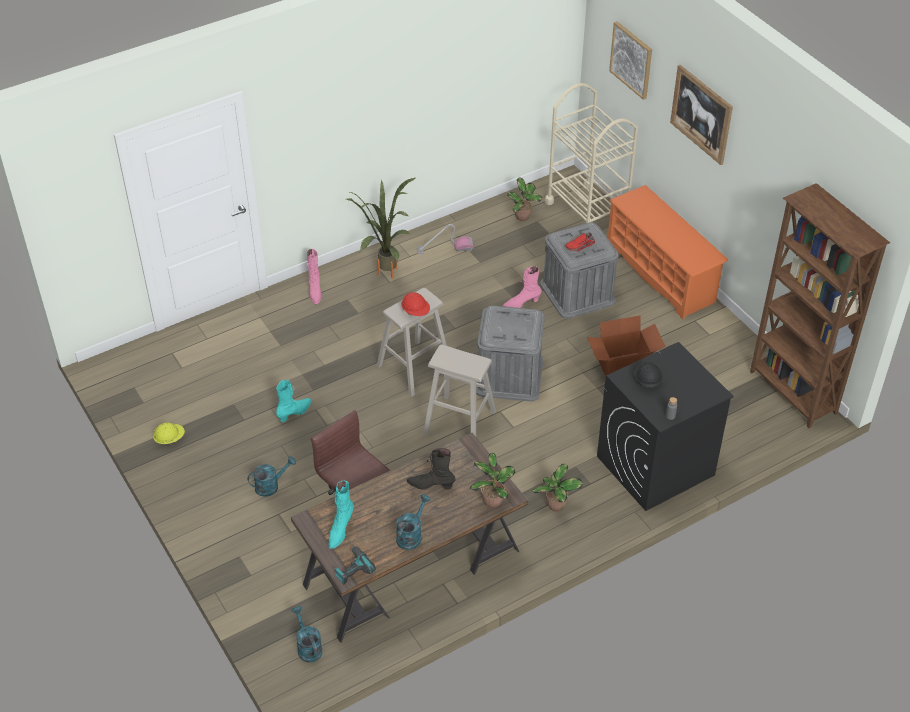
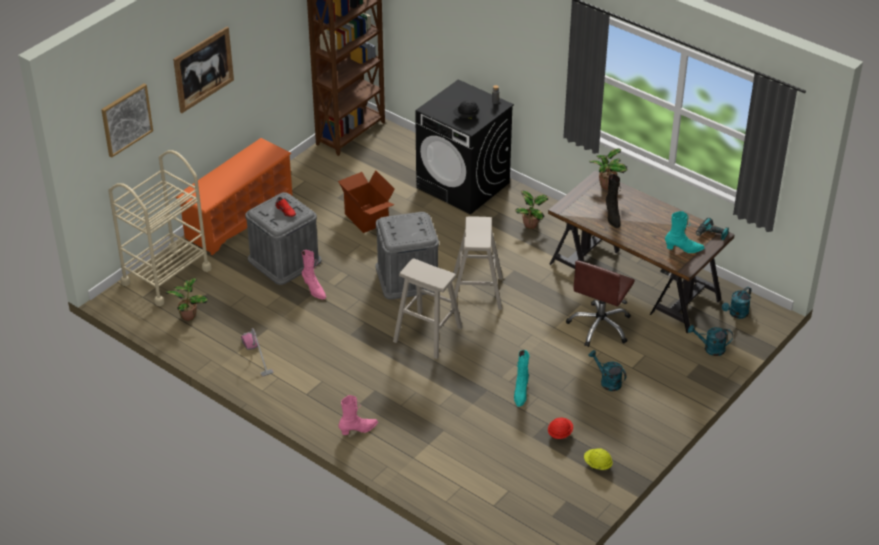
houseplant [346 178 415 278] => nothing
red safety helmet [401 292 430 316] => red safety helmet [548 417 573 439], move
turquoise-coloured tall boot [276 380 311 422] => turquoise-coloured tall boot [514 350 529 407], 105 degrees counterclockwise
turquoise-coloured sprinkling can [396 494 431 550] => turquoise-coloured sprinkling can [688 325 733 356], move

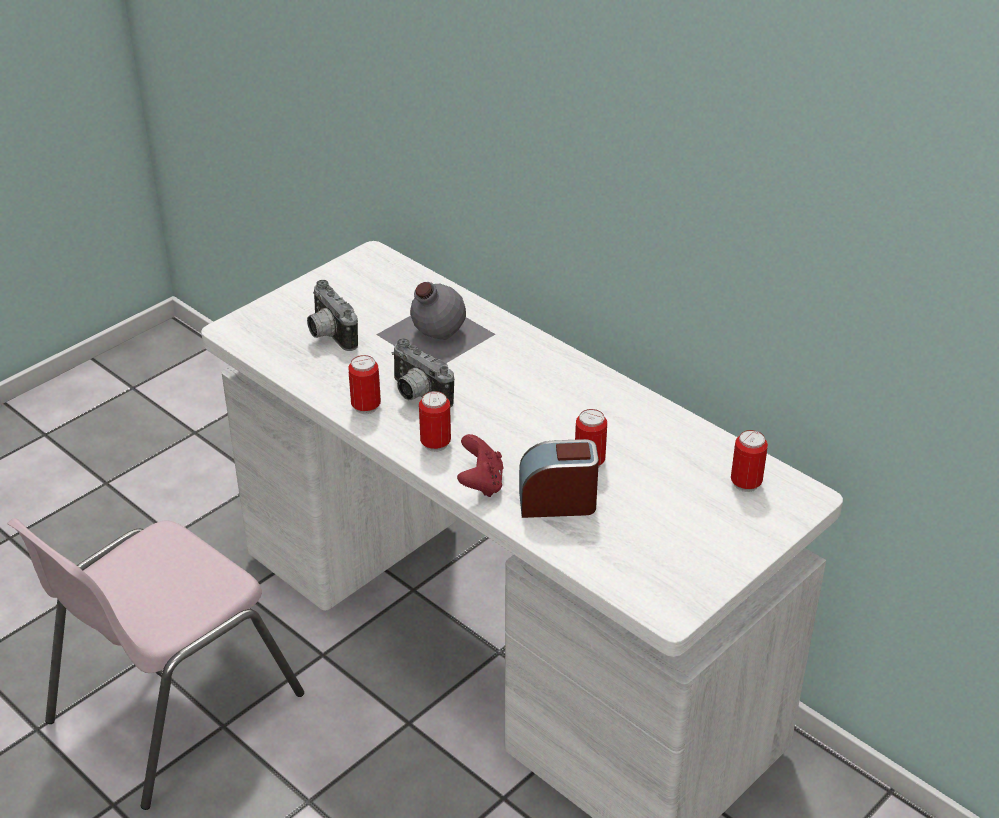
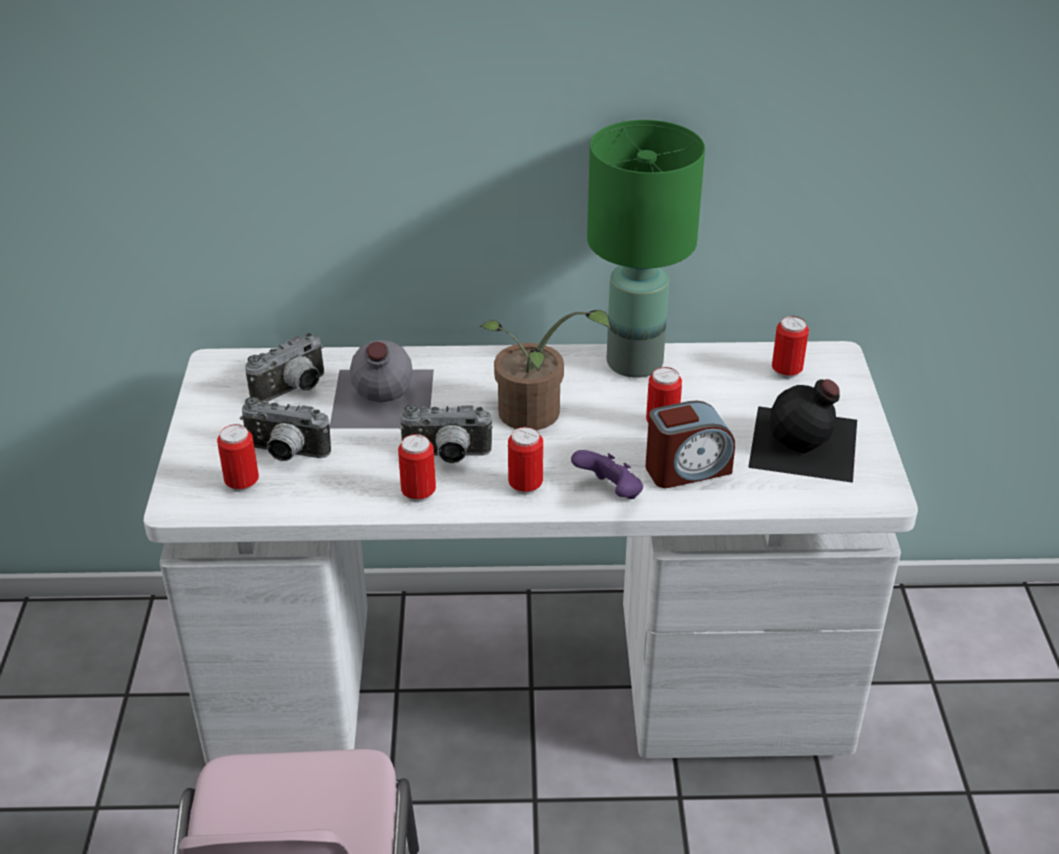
red joypad [457 434 503 497] => purplish joypad [571 450 643 499]
bedside clock [519 439 599 518] => bedside clock [646 400 735 488], 150 degrees counterclockwise
nothing => green-coloured lamp for a table [587 120 705 378]
nothing => houseplant [480 310 611 430]
nothing => photo camera [245 333 324 402]
nothing => black bottle [748 379 857 483]
nothing => metal can [217 424 259 492]

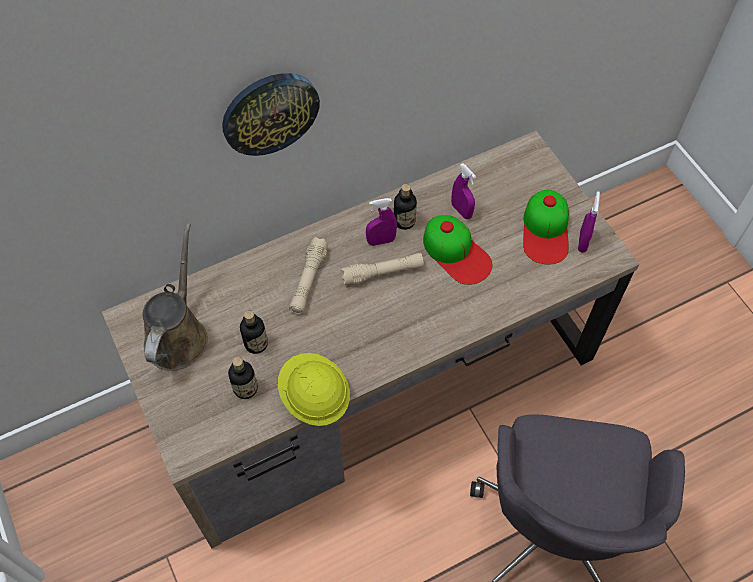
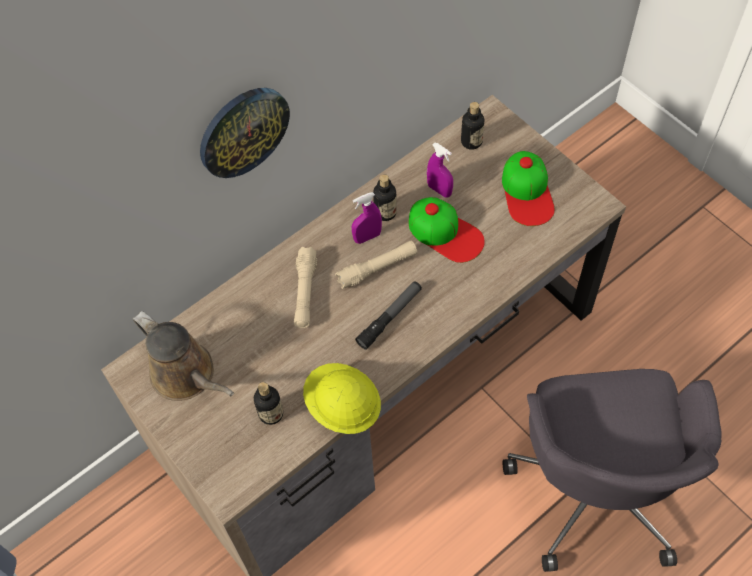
purplish hand sprayer [578 191 600 253] => nothing
brown-coloured sprinkling can [142 223 208 371] => brown-coloured sprinkling can [133 311 234 401], 135 degrees clockwise
bottle [240 310 268 354] => bottle [461 102 484 150], move
nothing => hand torch [355 281 422 350]

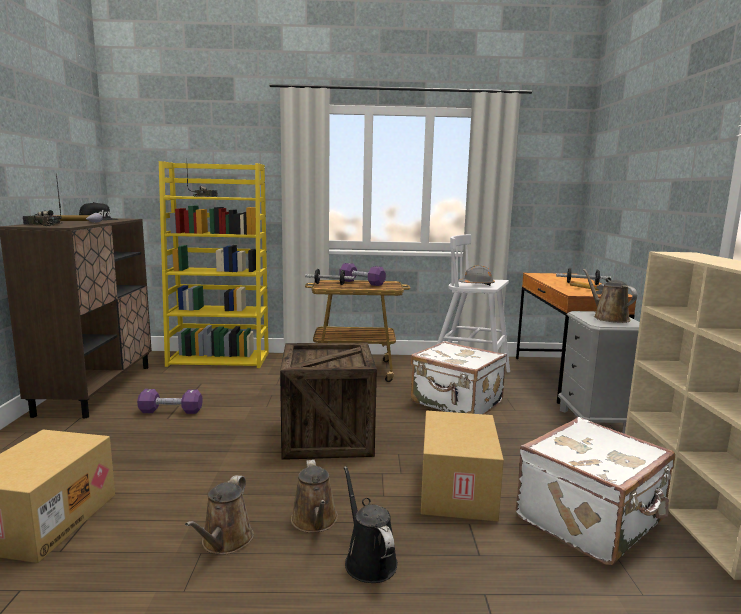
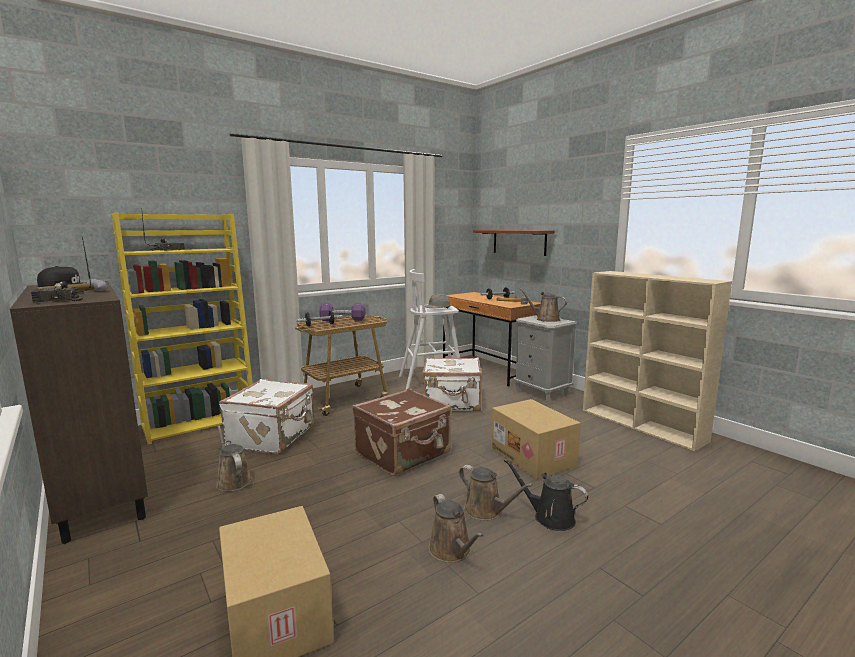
shipping crate [280 343 377 460] => brown-coloured piece of luggage [352 388 451 476]
purplish hand weight [137 389 203 414] => brown-coloured sprinkling can [216 425 252 492]
white-coloured piece of luggage [516 417 675 565] => white-coloured piece of luggage [219 379 314 454], move
nothing => brown-coloured bracket shelf [473 230 555 256]

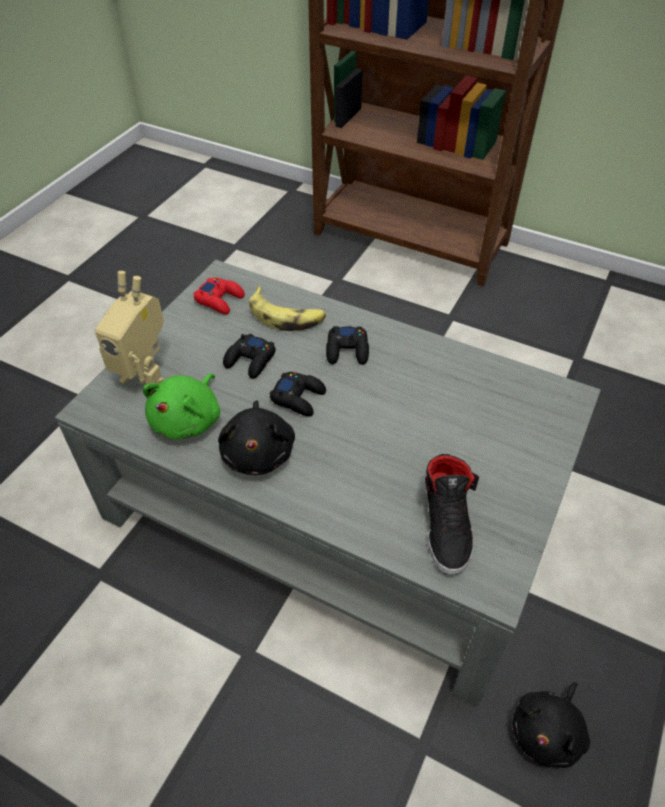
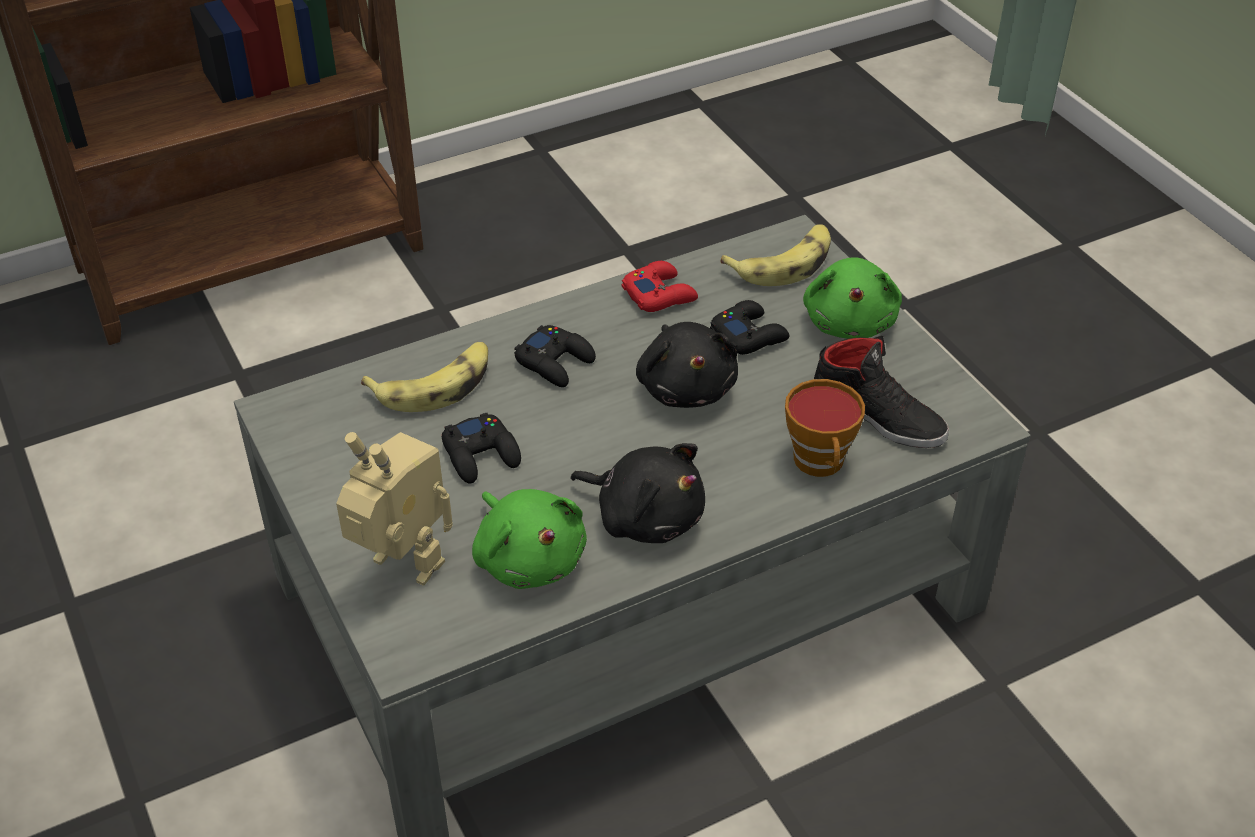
robot figure [95 271 164 385] => robot figure [336 432 453 585], 120 degrees counterclockwise
red joypad [193 277 245 314] => red joypad [622 261 698 312], move
black joypad [270 372 326 417] => black joypad [710 300 790 355], move
black soft toy [512 682 590 768] => black soft toy [636 322 738 408], move
nothing => banana [720 224 831 286]
nothing => green-coloured soft toy [803 257 902 339]
nothing => drinking cup [785 379 865 477]

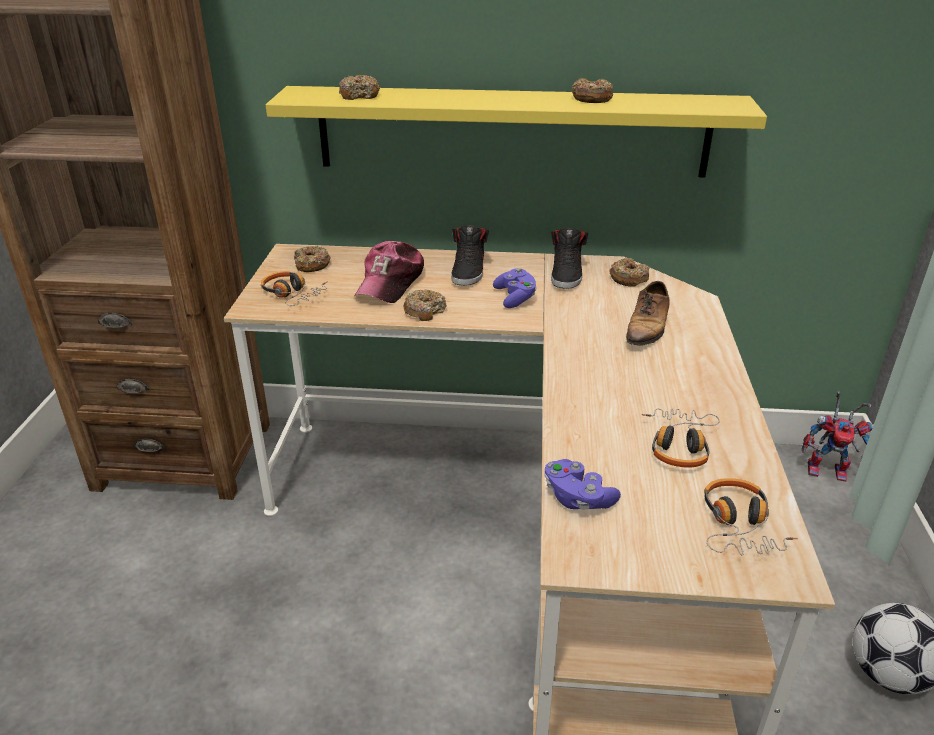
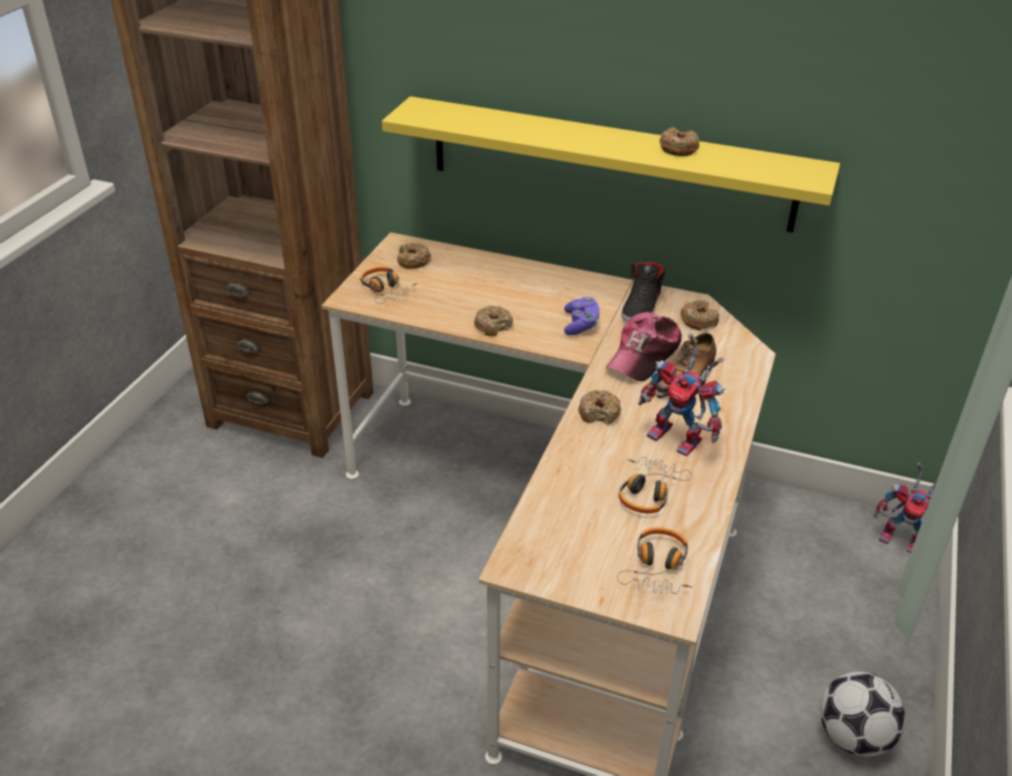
donut [339 75 380 100] => donut [578 390 621 424], move
black item of footwear [451 225 489 286] => nothing
cap [354 241 424 303] => cap [606 312 682 382], move
purplish joypad [544 459 621 510] => nothing
nothing => robot figure [638 333 726 456]

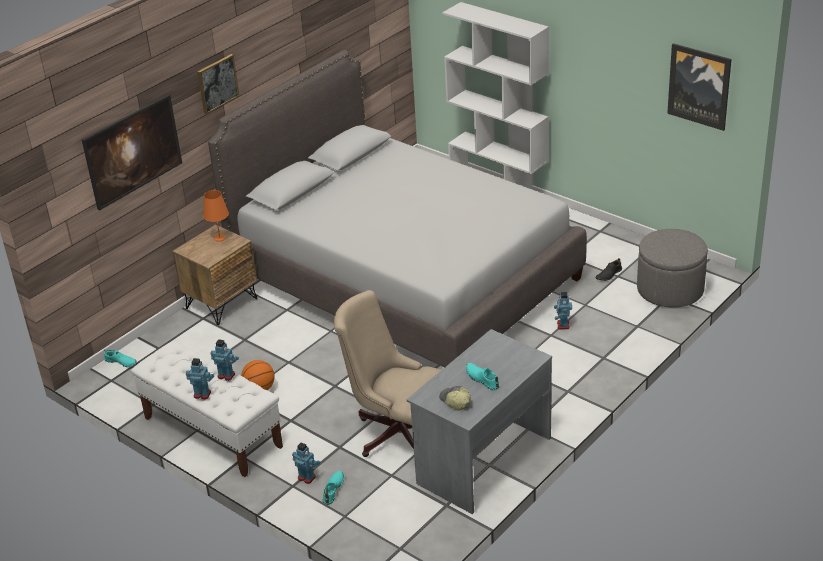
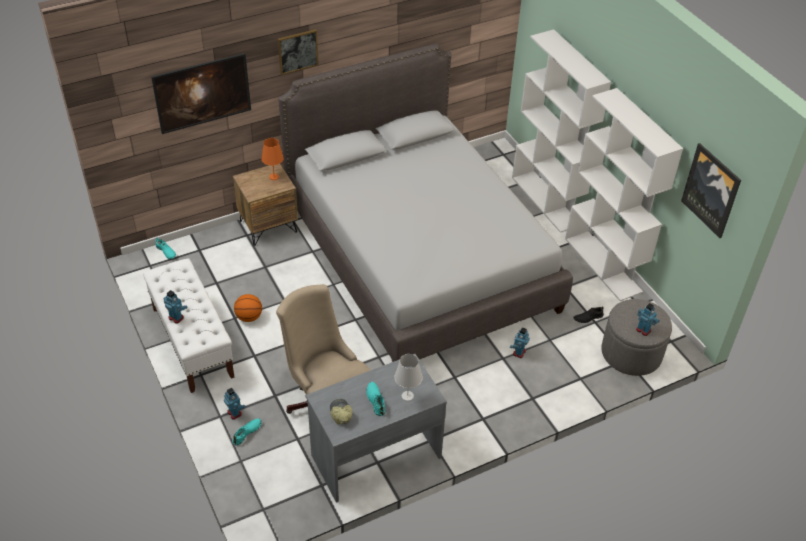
robot figure [210 339 239 381] => robot figure [636 303 660 336], move
nothing => white-coloured bookcase [565 88 683 301]
nothing => white-coloured lamp for a table [394 354 423 401]

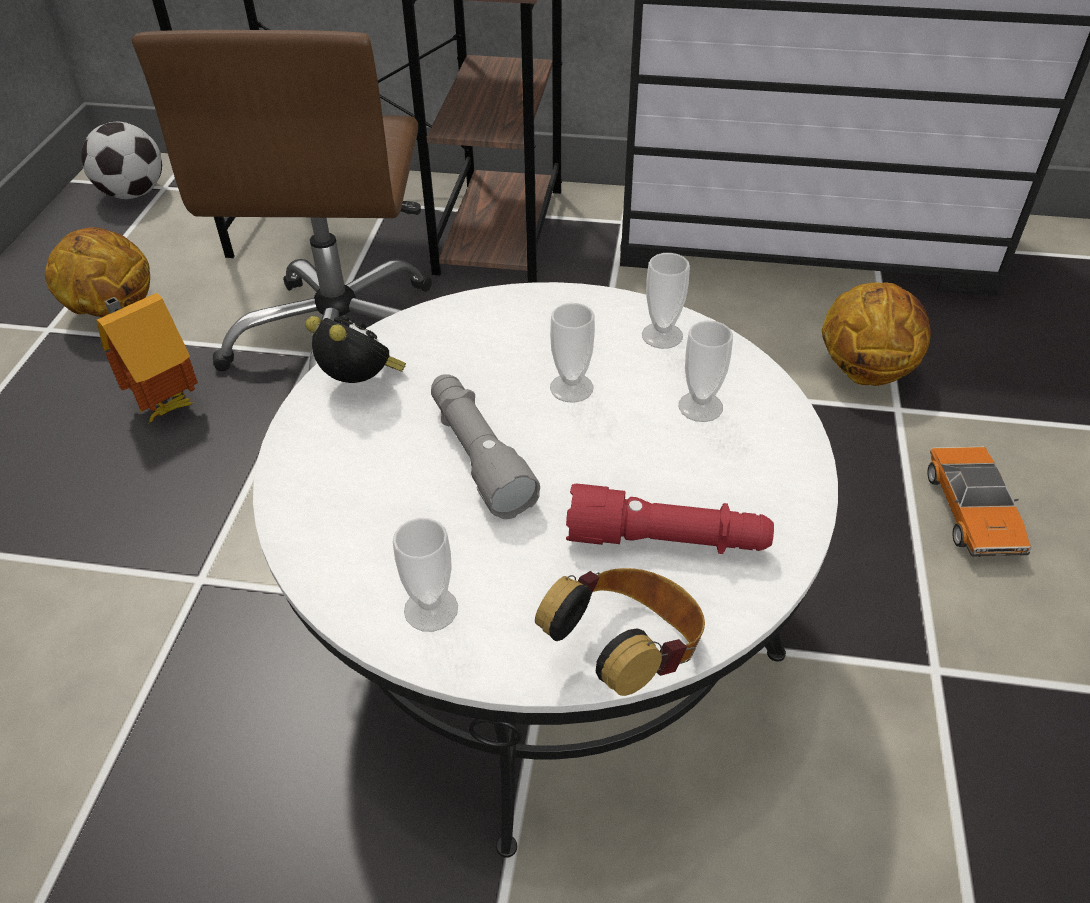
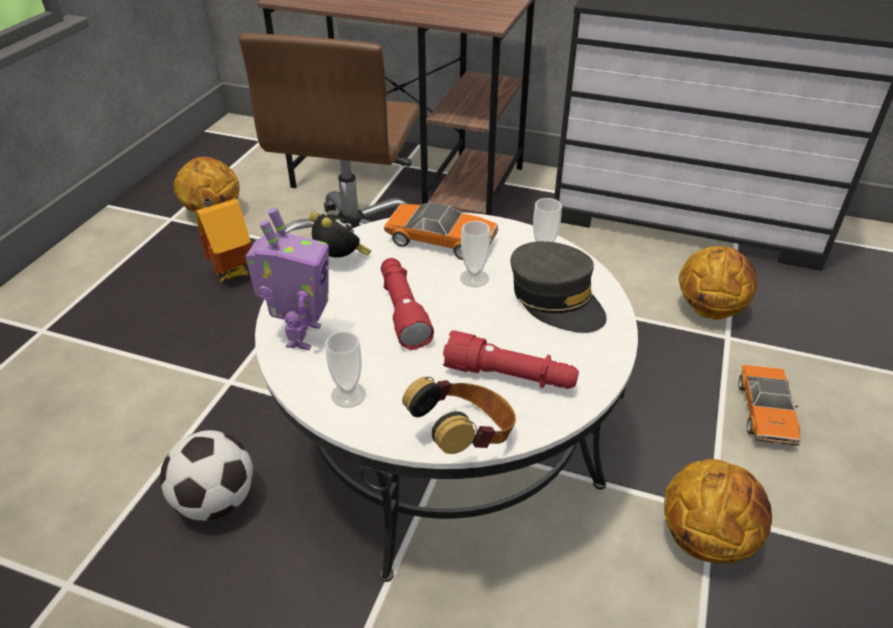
football ball [81 122 162 199] => football ball [160 430 253 521], move
drinking cup [679 320 733 422] => grey cap [510 241 607 333]
grey hand torch [431 374 540 519] => red hand torch [381 258 434 350]
nothing => toy car [384 202 498 260]
nothing => robot figure [245 208 329 350]
nothing => ball for basketball [664 459 772 563]

